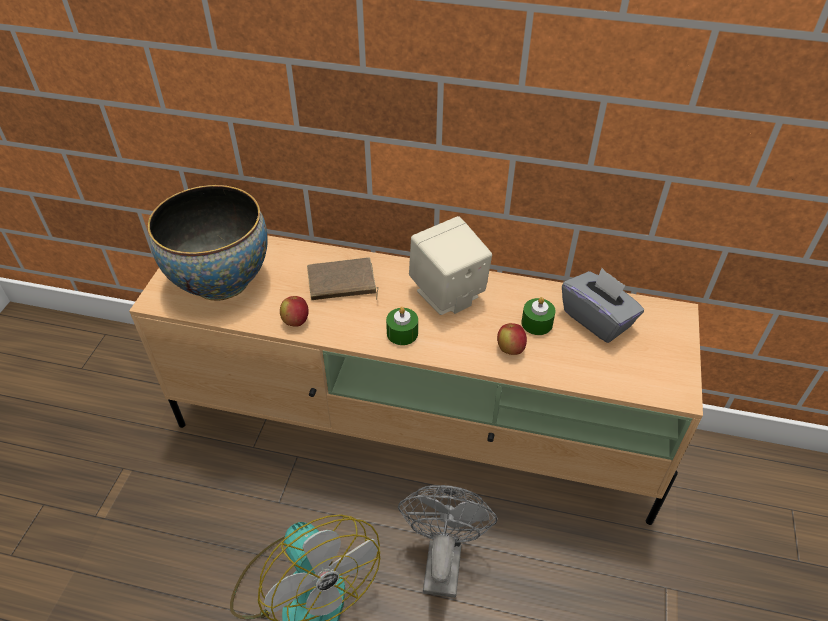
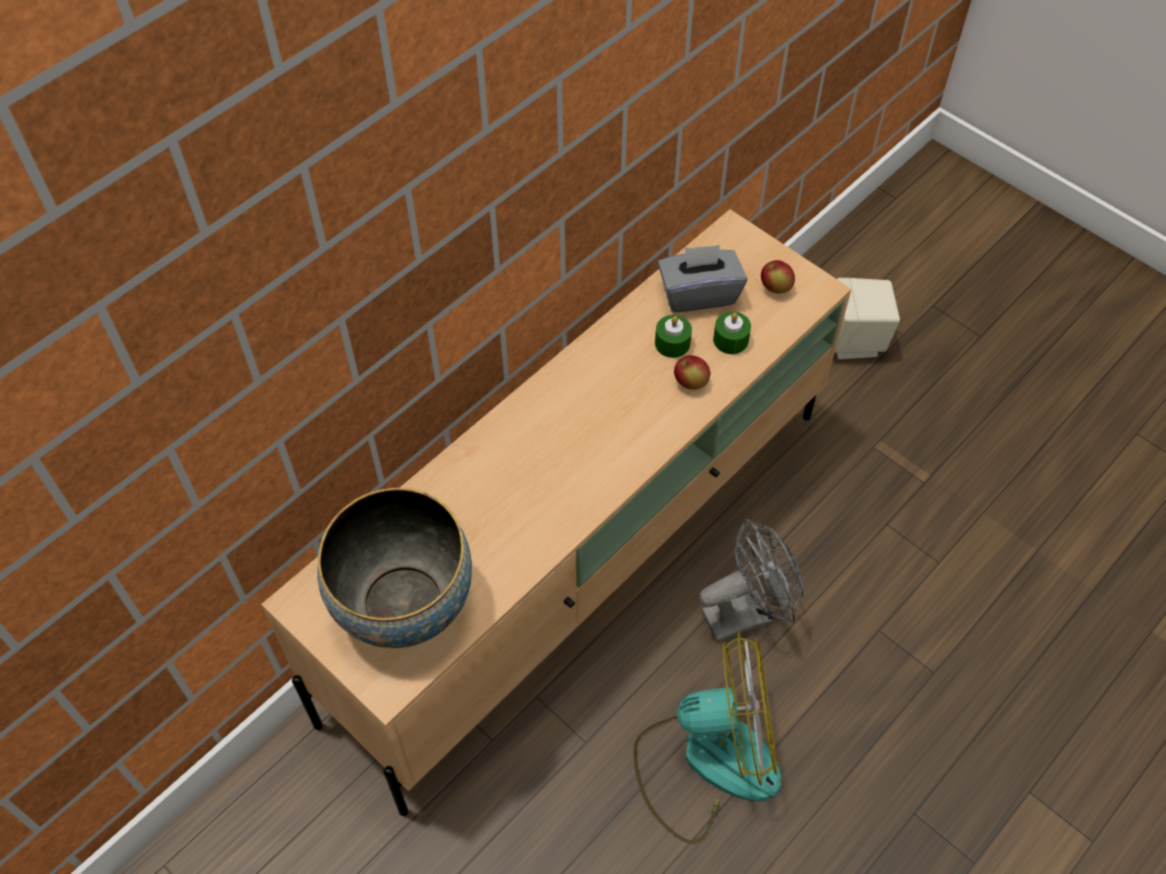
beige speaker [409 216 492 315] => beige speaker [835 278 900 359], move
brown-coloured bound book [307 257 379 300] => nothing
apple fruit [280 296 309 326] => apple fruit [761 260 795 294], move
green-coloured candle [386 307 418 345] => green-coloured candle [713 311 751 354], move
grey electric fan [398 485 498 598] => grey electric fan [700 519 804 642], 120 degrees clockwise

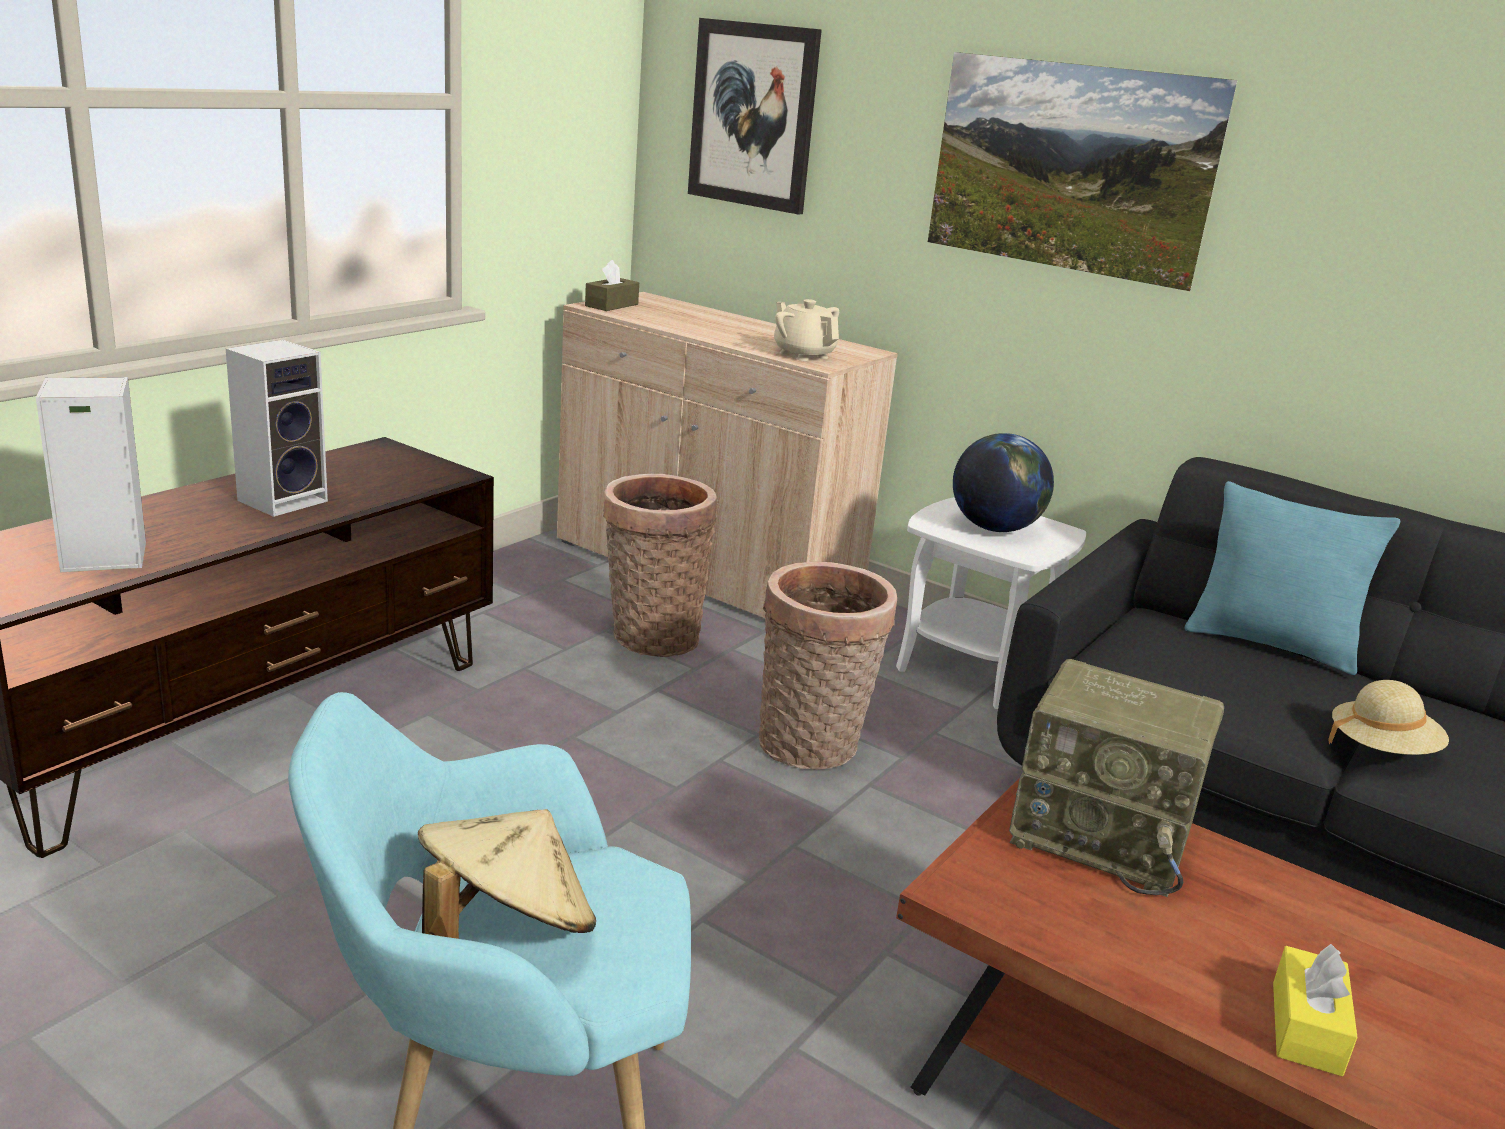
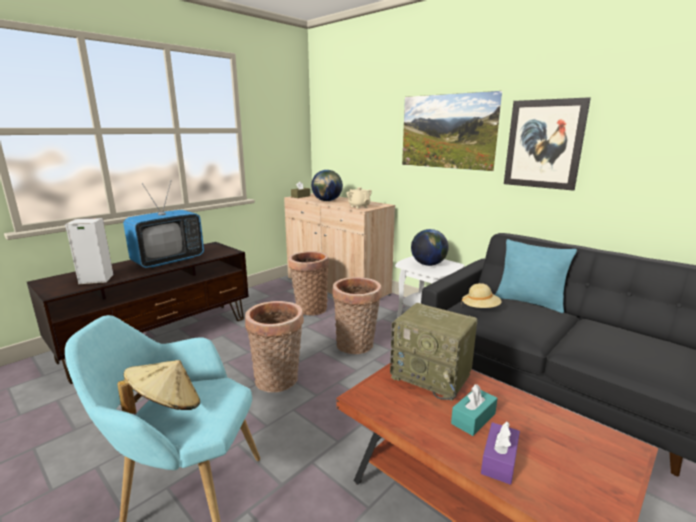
wall picture [688 18 822 215] => wall picture [504 97 591 191], move
speaker [226 340 328 517] => TV [123 181 204 268]
beige hat [1328 680 1449 755] => beige hat [461 283 501 308], move
yellow-coloured tissue holder [1273 944 1358 1076] => purplish tissue holder [481 421 520 485]
nothing => globe [311 170 343 201]
nothing => storage basket [245 301 304 392]
nothing => turquoise-coloured tissue holder [451 384 498 436]

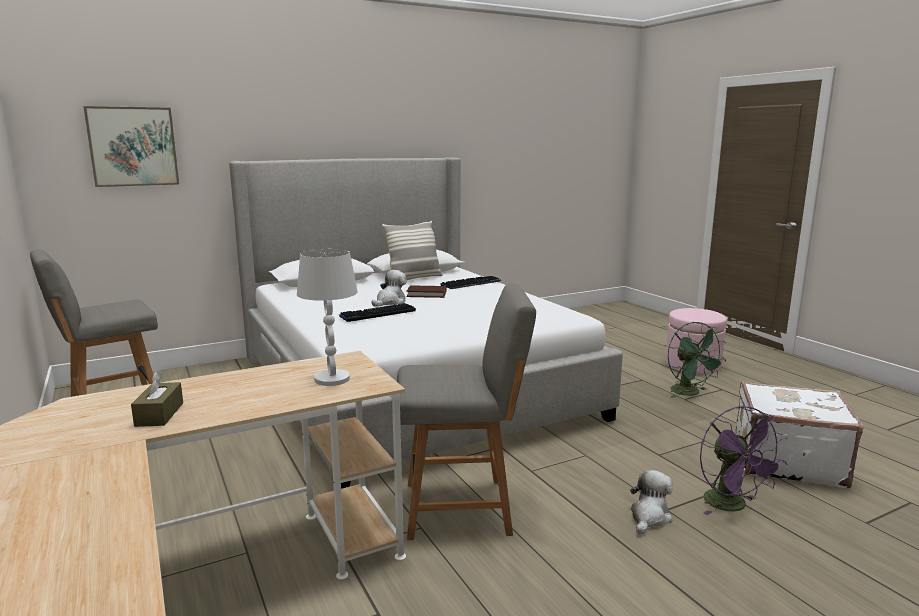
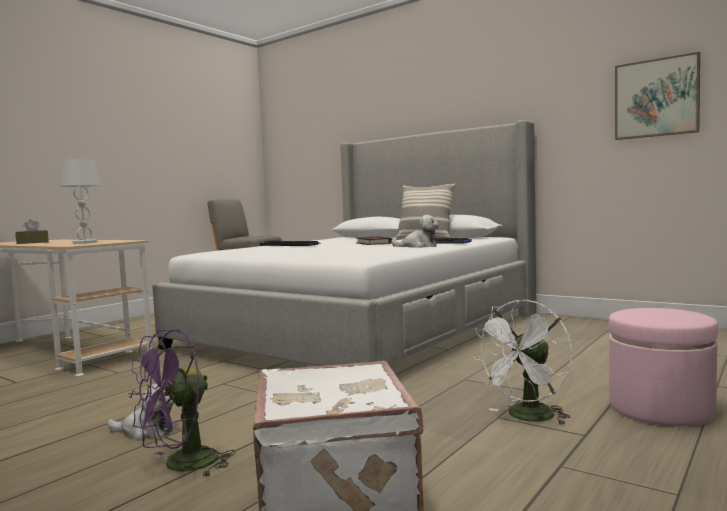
wall picture [83 106 179 187] => wall picture [615 52 700 140], move
soft toy [371 270 407 307] => soft toy [391 215 439 248], move
grey chair [397 283 536 540] => nothing
green-coloured electric fan [668 322 726 398] => white-coloured electric fan [473 299 572 425]

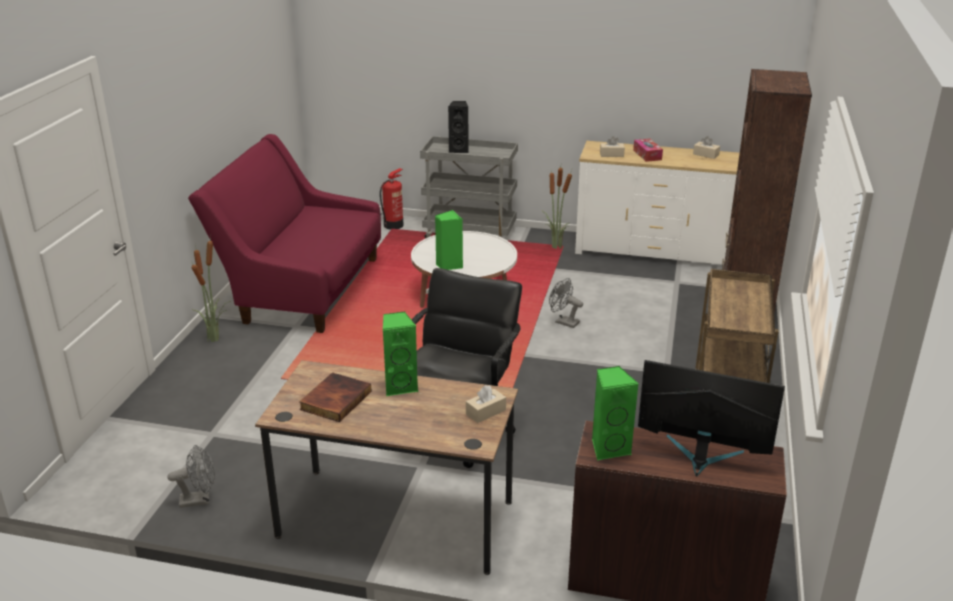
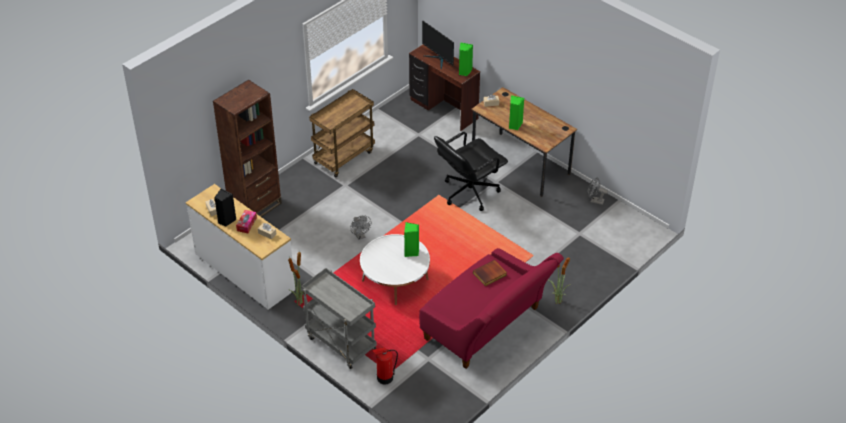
black speaker [448 101 469 153] => black speaker [214 189 236 227], move
bound book [299 372 372 422] => bound book [473 260 507 287], move

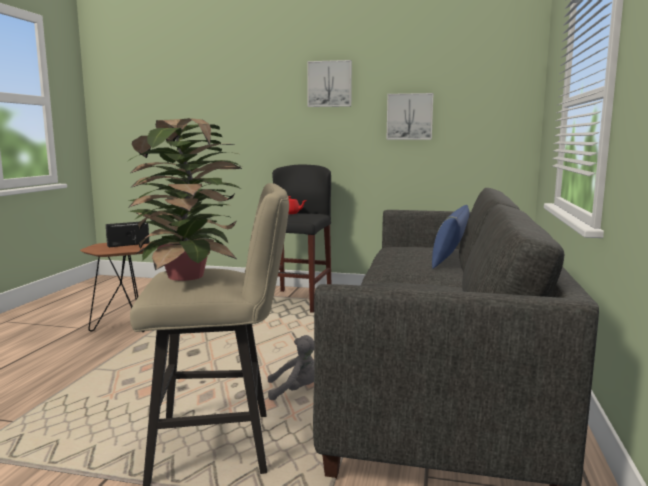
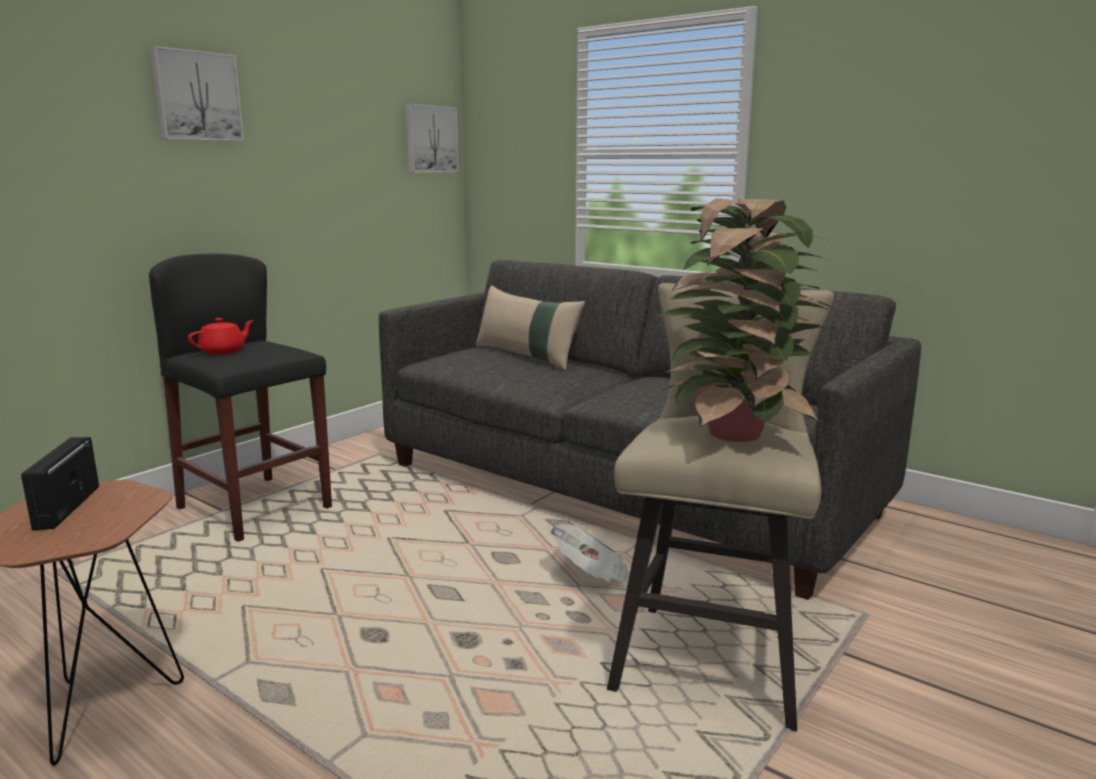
wall picture [386 93 433 140] => wall picture [405 104 459 173], move
blue-coloured cushion [432 205 469 269] => beige cushion [476 285 585 370]
grey soft toy [268 335 314 400] => daily paper [548 524 630 584]

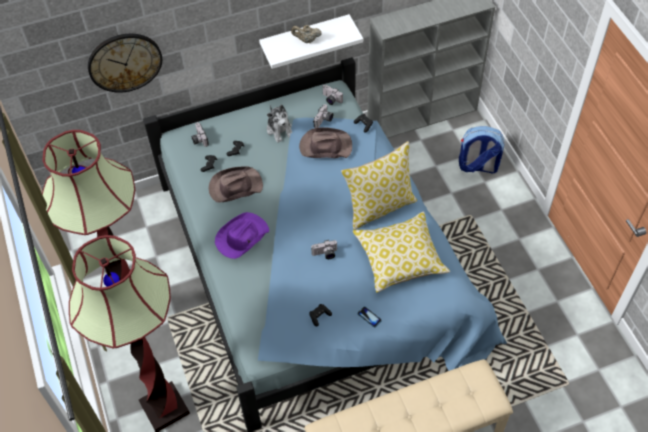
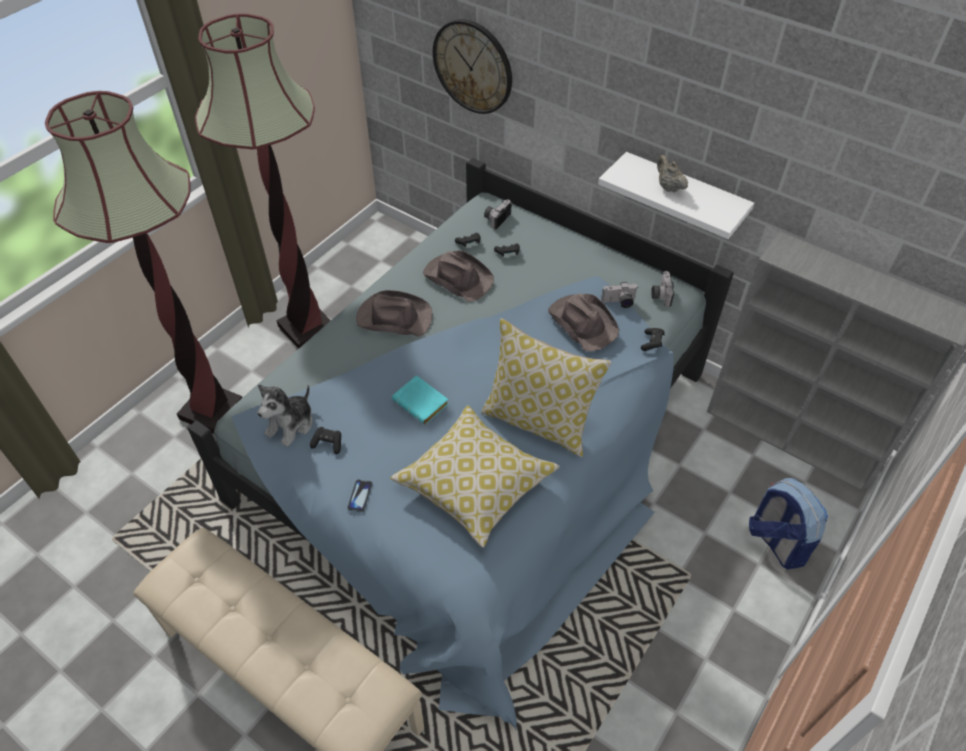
soft toy [267 105 292 143] => soft toy [257 384 313 447], move
purplish hat [215 212 269 259] => brown-coloured hat [356 290 432 337]
photo camera [311 240 337 259] => turquoise-coloured bound book [392 375 449 425]

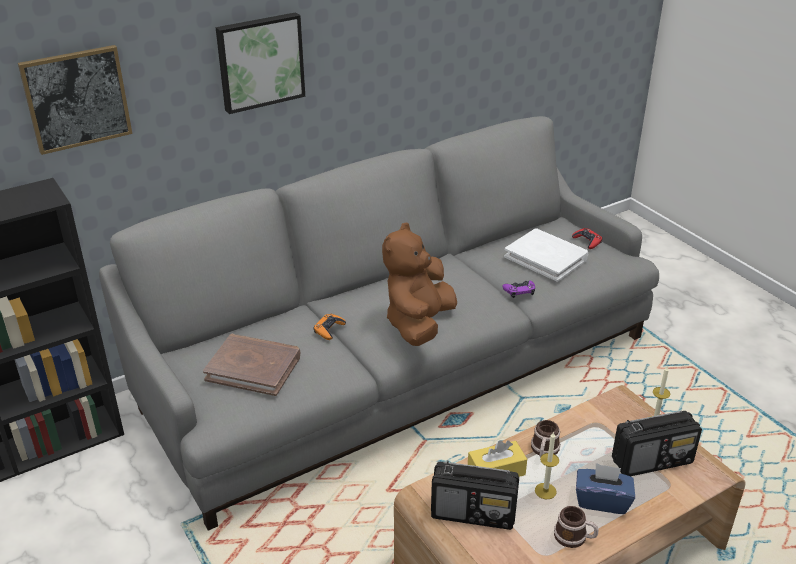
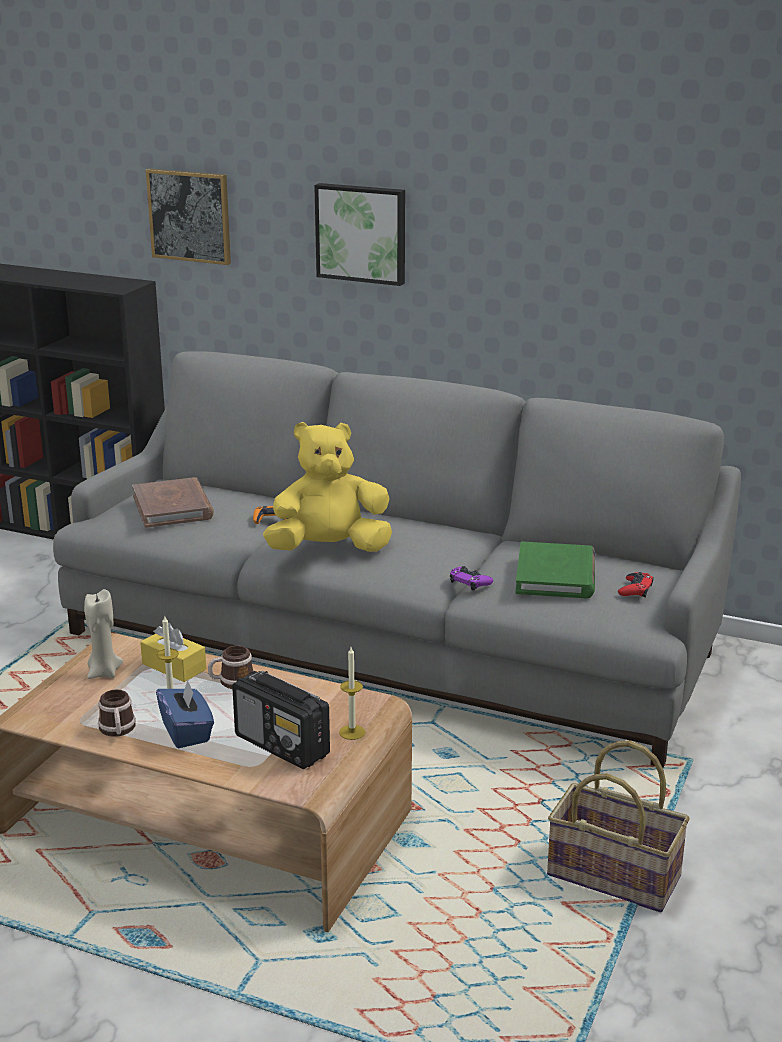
brown-coloured soft toy [382 222 457 346] => yellow-coloured soft toy [263 422 392 552]
white-coloured bound book [504 228 588 282] => green-coloured bound book [515 542 595 598]
radio receiver [431 461 519 530] => beige candle [84 589 123 679]
nothing => storage basket [547 740 690 912]

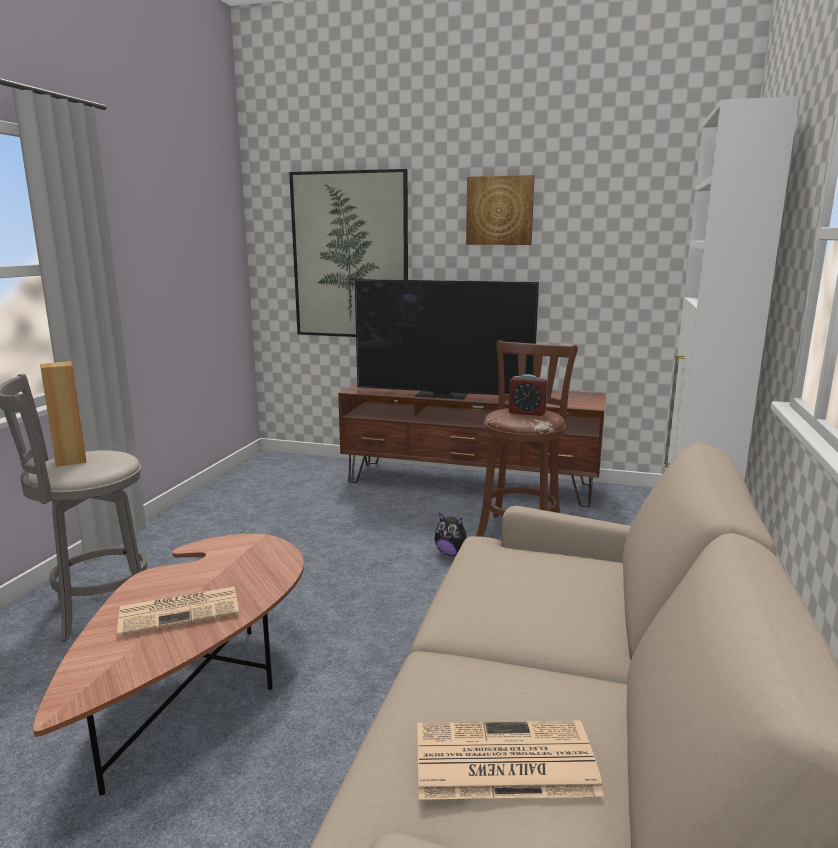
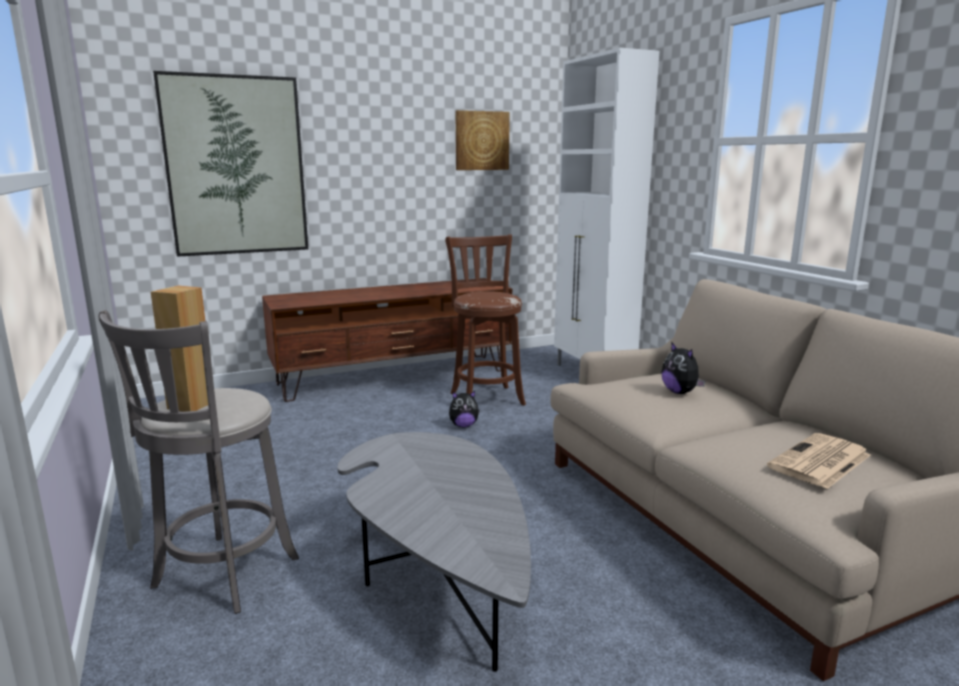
wall picture [466 175 534 245] => wall picture [456 110 510 170], move
TV [355 279 539 400] => nothing
bedside clock [508 374 548 416] => nothing
brown-coloured low table [33 534 304 796] => grey low table [337 432 531 672]
daily paper [117 587 239 636] => nothing
nothing => soft toy [661 342 705 394]

